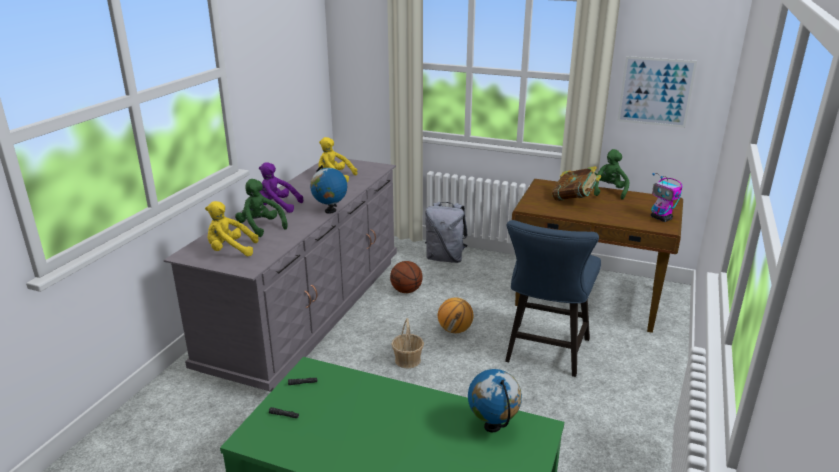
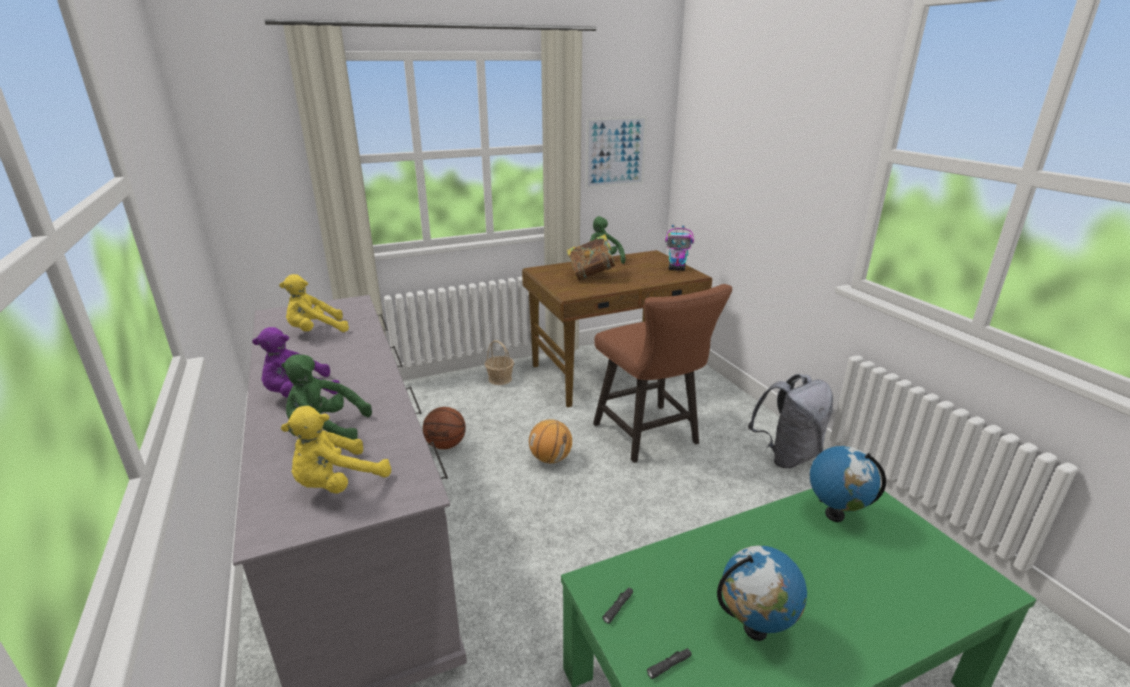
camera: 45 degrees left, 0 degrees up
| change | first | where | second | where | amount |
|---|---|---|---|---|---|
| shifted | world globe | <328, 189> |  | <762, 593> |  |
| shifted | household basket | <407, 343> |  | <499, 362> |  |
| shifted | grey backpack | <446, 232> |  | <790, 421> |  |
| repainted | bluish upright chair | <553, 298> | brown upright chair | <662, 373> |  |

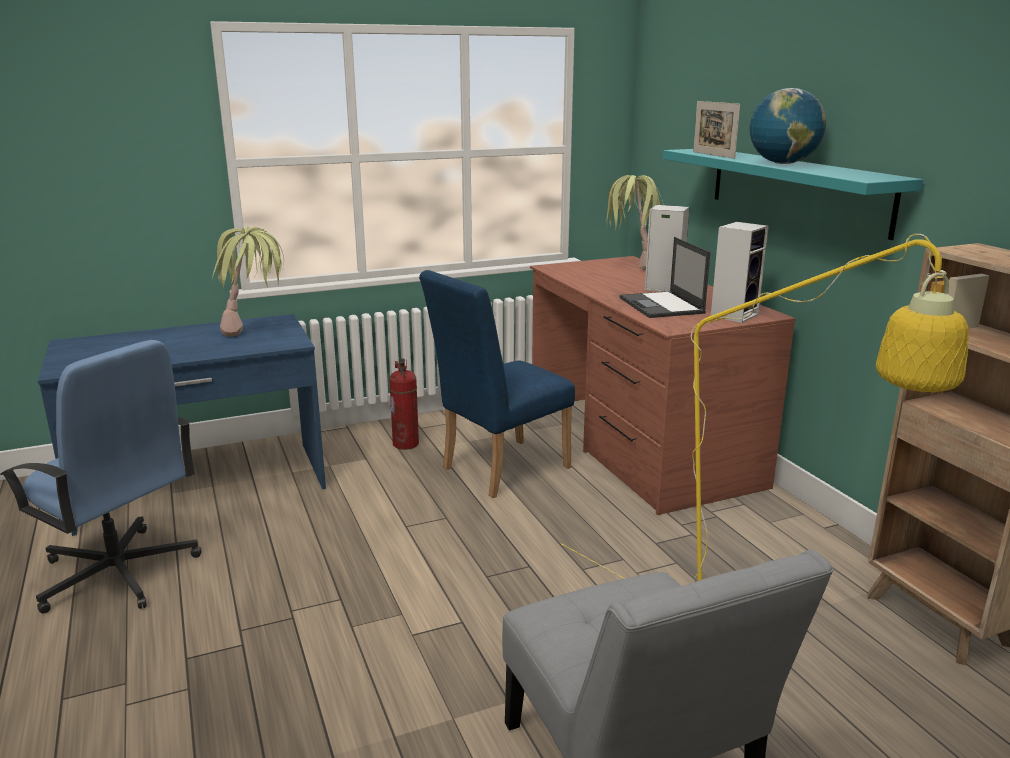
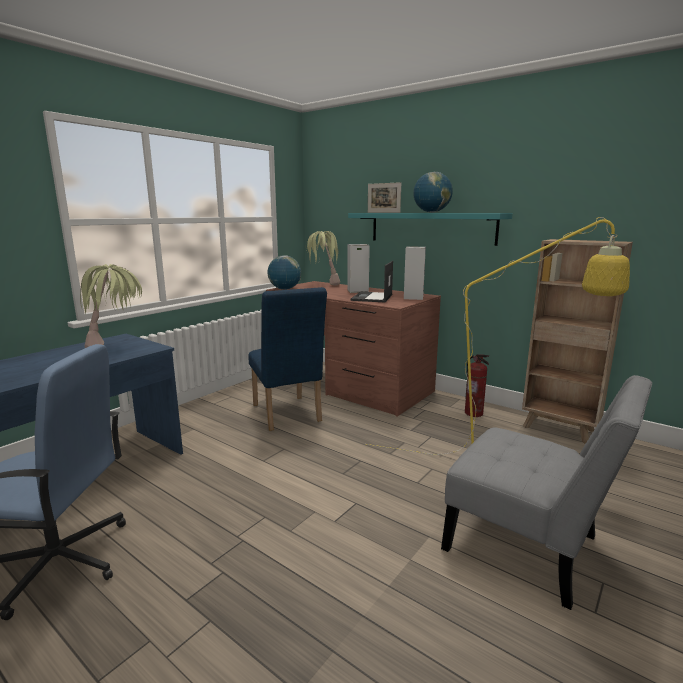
camera: 30 degrees left, 5 degrees down
| change | first | where | second | where | amount |
|---|---|---|---|---|---|
| shifted | fire-fighting cylinder | <404, 404> |  | <477, 385> |  |
| rotated | bluish upright chair | <497, 384> |  | <287, 359> | 45 degrees counterclockwise |
| rotated | notebook computer | <665, 277> |  | <371, 281> | 60 degrees clockwise |
| new |  |  | world globe | <284, 272> |  |

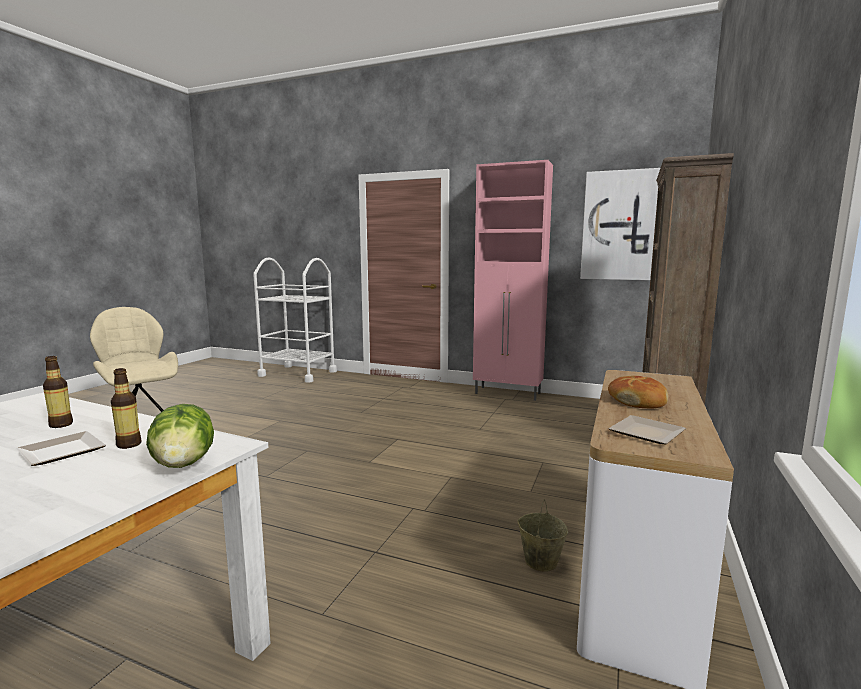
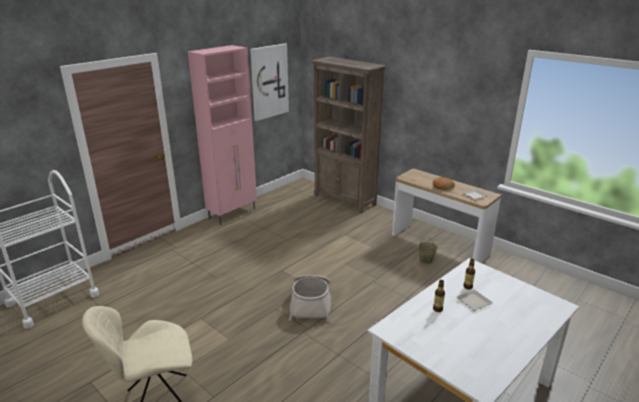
camera: 70 degrees left, 15 degrees up
| change | first | where | second | where | amount |
|---|---|---|---|---|---|
| gone | head of lettuce | <180, 436> |  |  |  |
| new |  |  | household basket | <310, 298> |  |

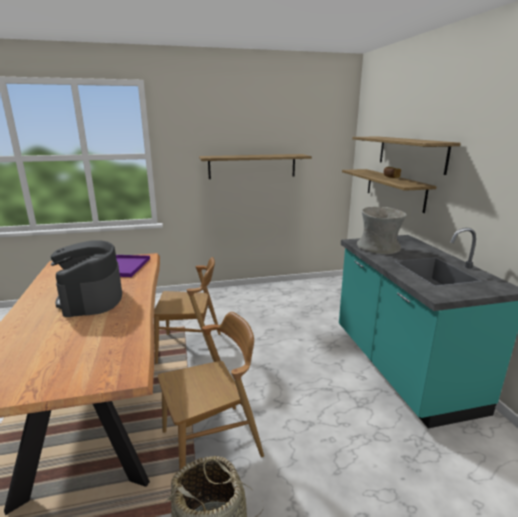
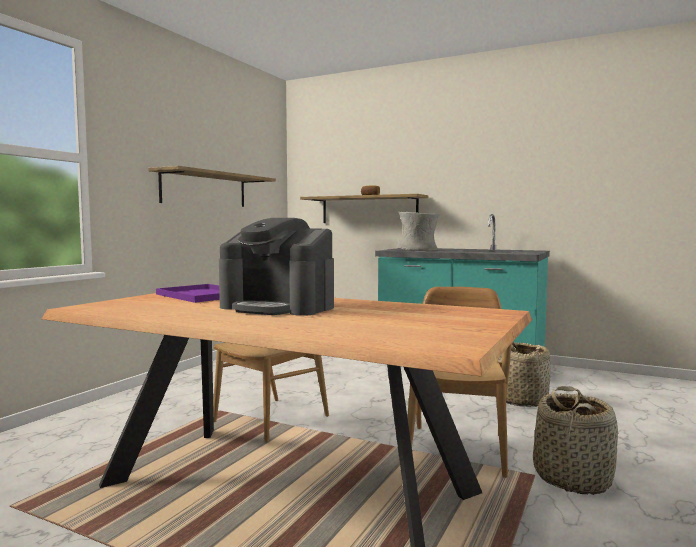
camera: 50 degrees left, 15 degrees down
| change | first | where | second | where | amount |
|---|---|---|---|---|---|
| gone | shelf | <406, 156> |  |  |  |
| new |  |  | household basket | <524, 374> |  |

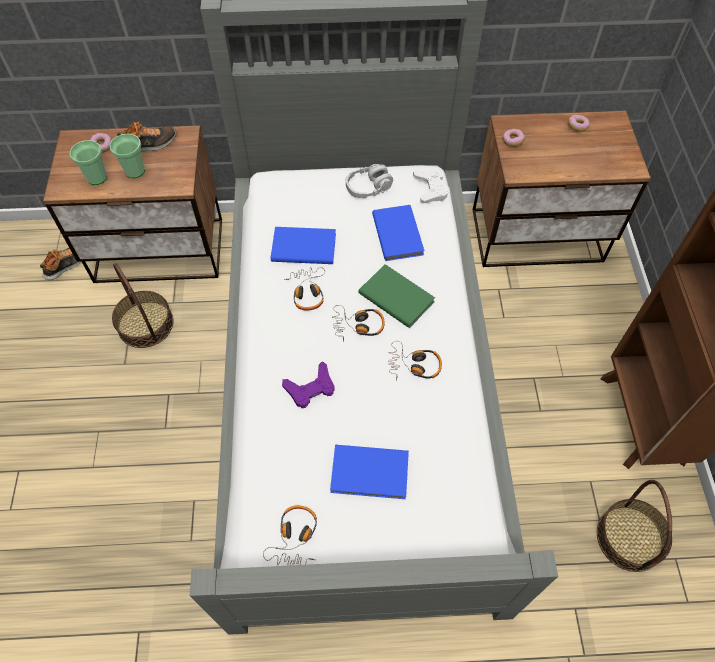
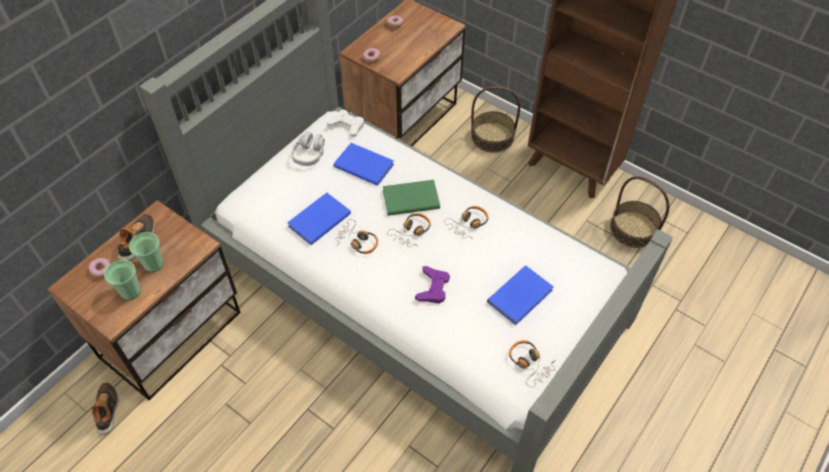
camera: 50 degrees left, 5 degrees down
| change | first | where | second | where | amount |
|---|---|---|---|---|---|
| shifted | household basket | <143, 305> |  | <495, 119> |  |

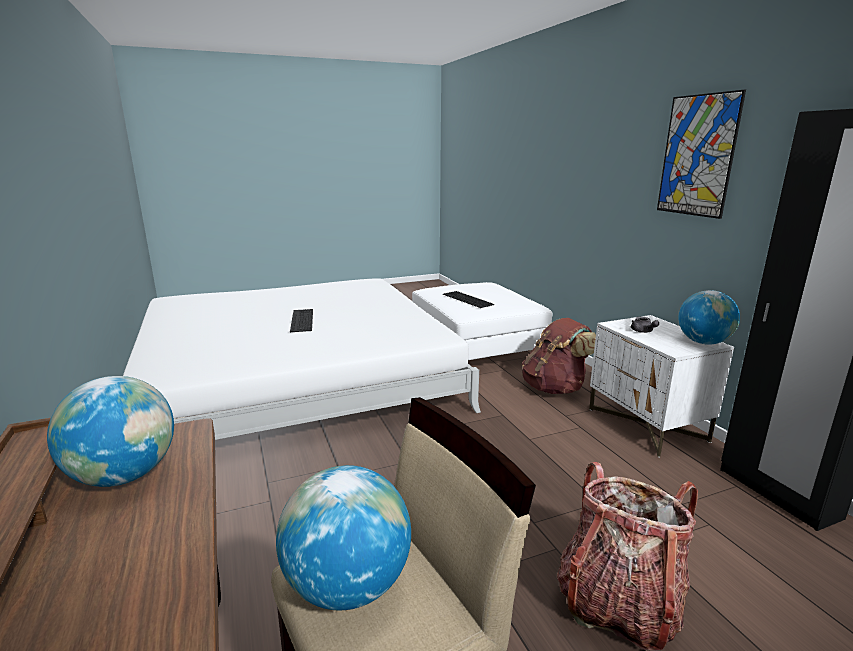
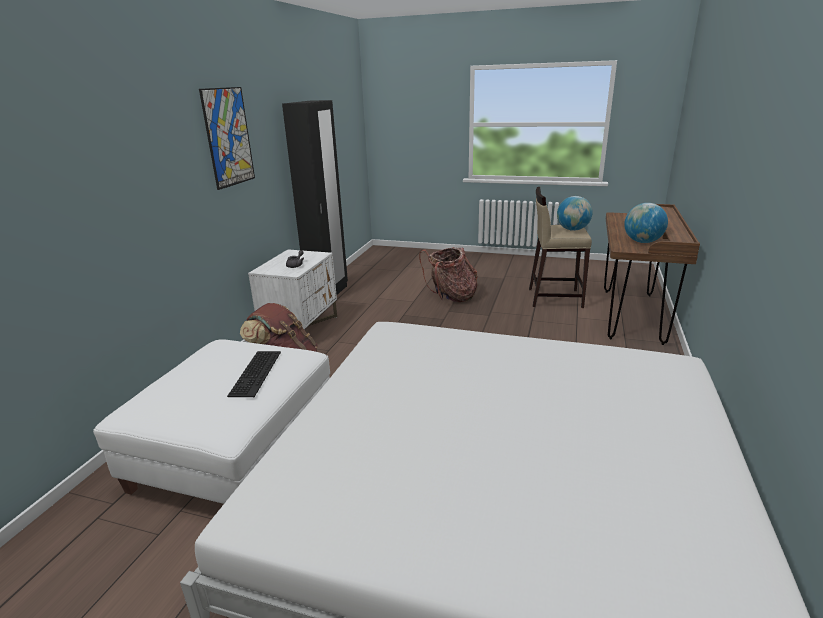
camera: 140 degrees left, 5 degrees up
| change | first | where | second | where | amount |
|---|---|---|---|---|---|
| gone | keyboard | <301, 320> |  |  |  |
| gone | world globe | <709, 317> |  |  |  |

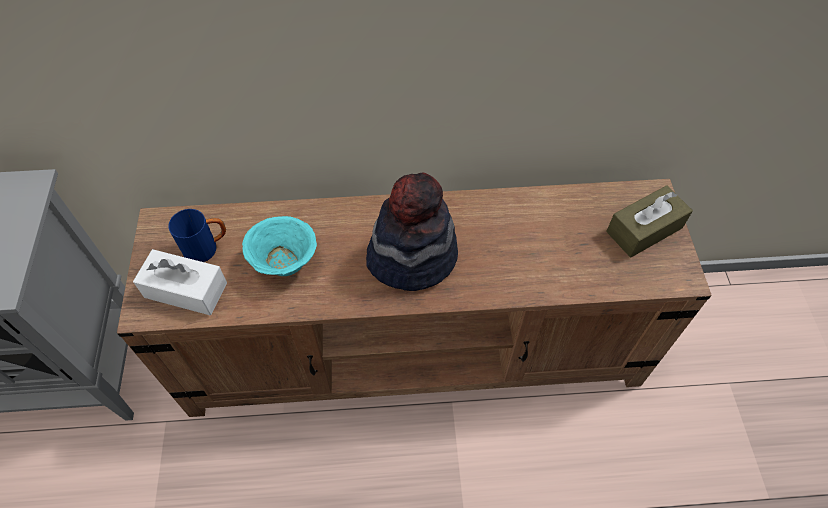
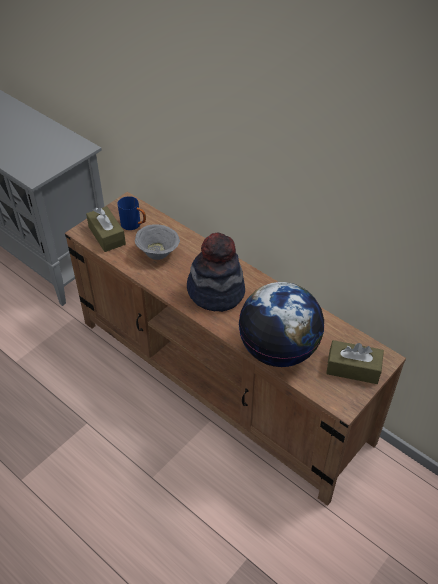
camera: 45 degrees right, 10 degrees down
| change | first | where | second | where | amount |
|---|---|---|---|---|---|
| repainted | whitish tissue box | <180, 282> | brown tissue box | <106, 229> |  |
| repainted | turquoise-coloured bowl | <279, 246> | grey bowl | <157, 242> |  |
| new |  |  | world globe | <281, 324> |  |

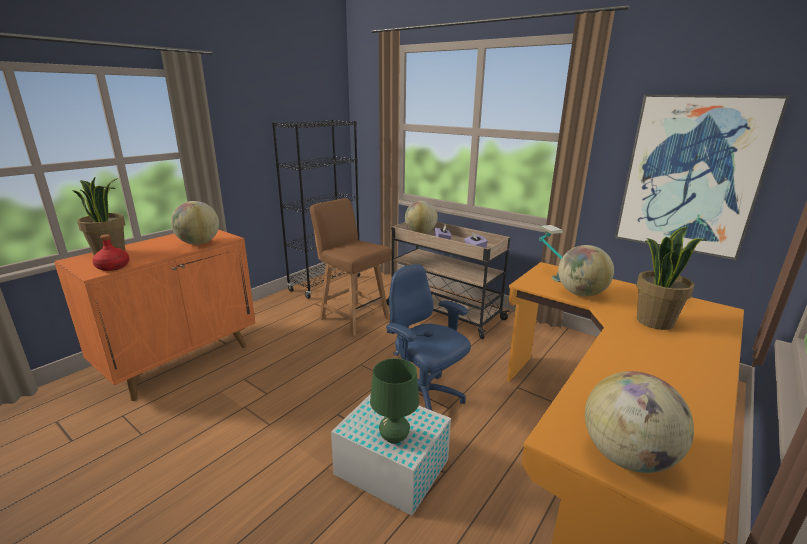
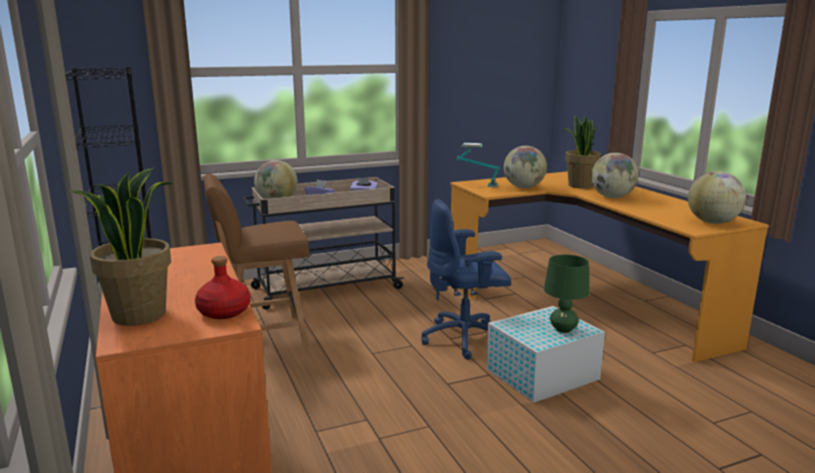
camera: 60 degrees left, 5 degrees down
| change | first | where | second | where | amount |
|---|---|---|---|---|---|
| shifted | world globe | <195, 223> |  | <615, 175> |  |
| gone | wall art | <702, 177> |  |  |  |

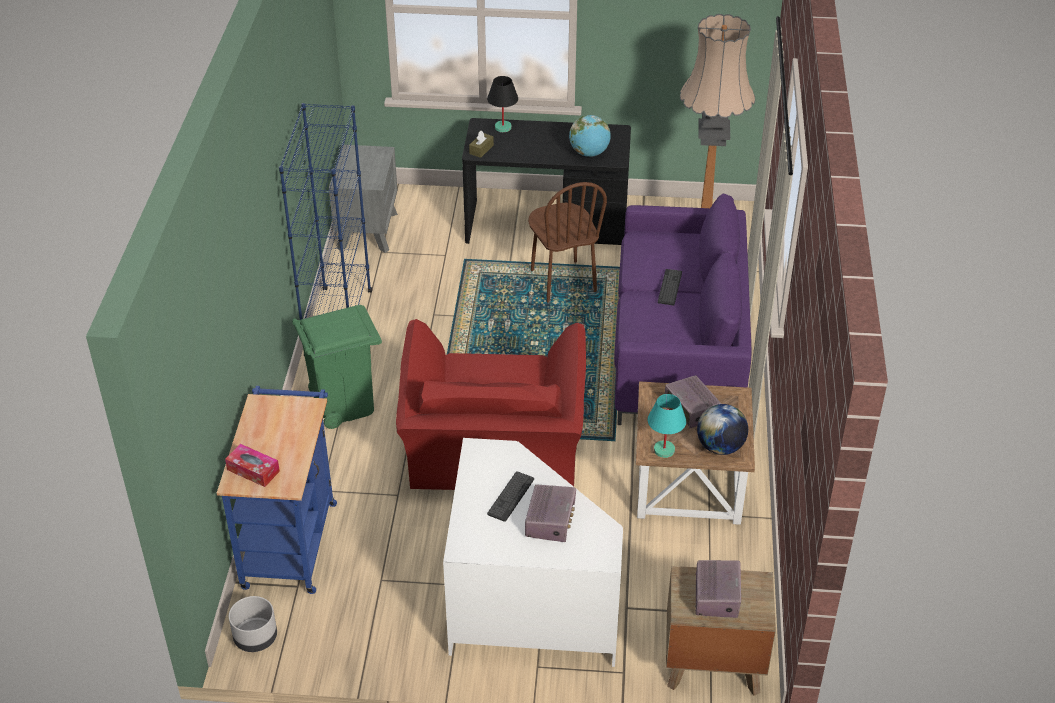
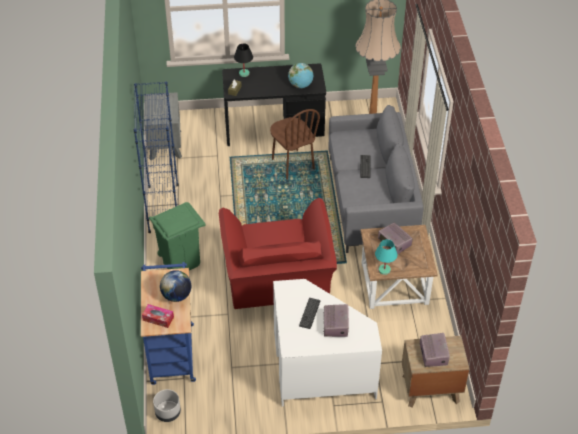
camera: 10 degrees left, 5 degrees up
| change | first | where | second | where | amount |
|---|---|---|---|---|---|
| repainted | purple settee | <682, 309> | grey settee | <376, 179> |  |
| shifted | world globe | <722, 429> |  | <175, 286> |  |

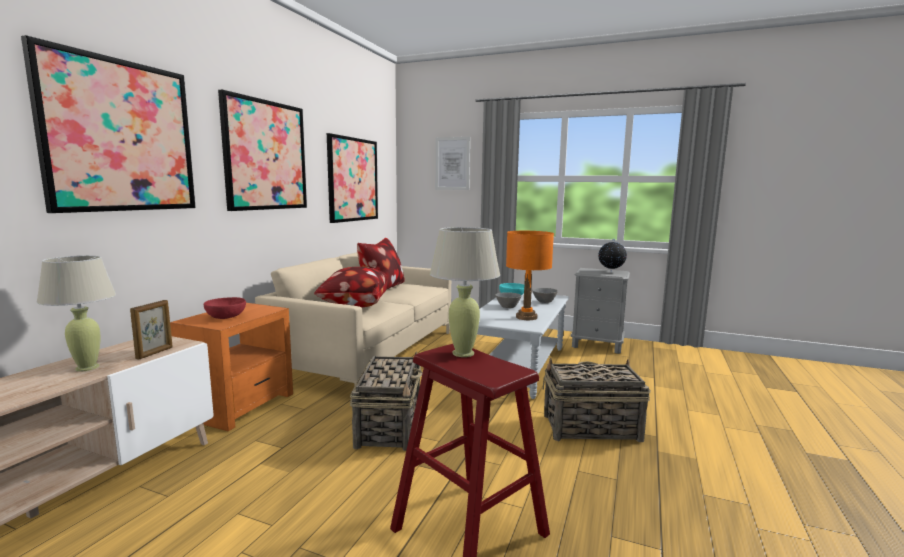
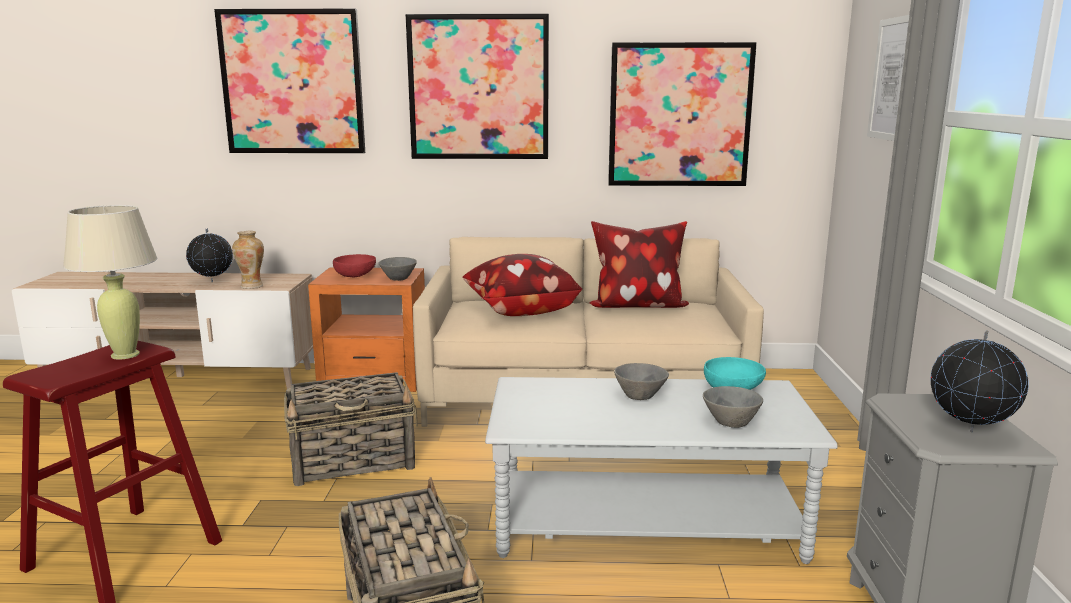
camera: 70 degrees right, 5 degrees up
| change | first | where | second | where | amount |
|---|---|---|---|---|---|
| swapped | beige-coloured lamp for a table | <76, 313> | world globe | <209, 255> |  |
| swapped | picture frame | <151, 329> | decorative vase | <248, 260> |  |
| gone | orangey lamp for a table | <530, 275> |  |  |  |
| new |  |  | grey bowl | <398, 269> |  |

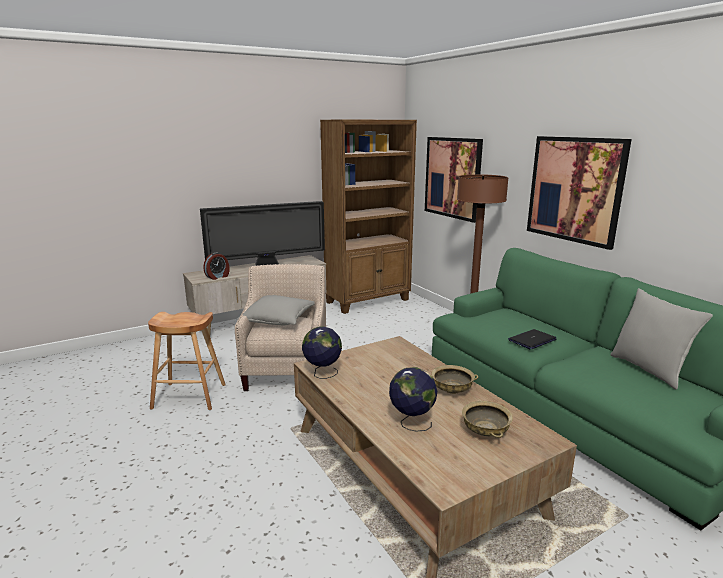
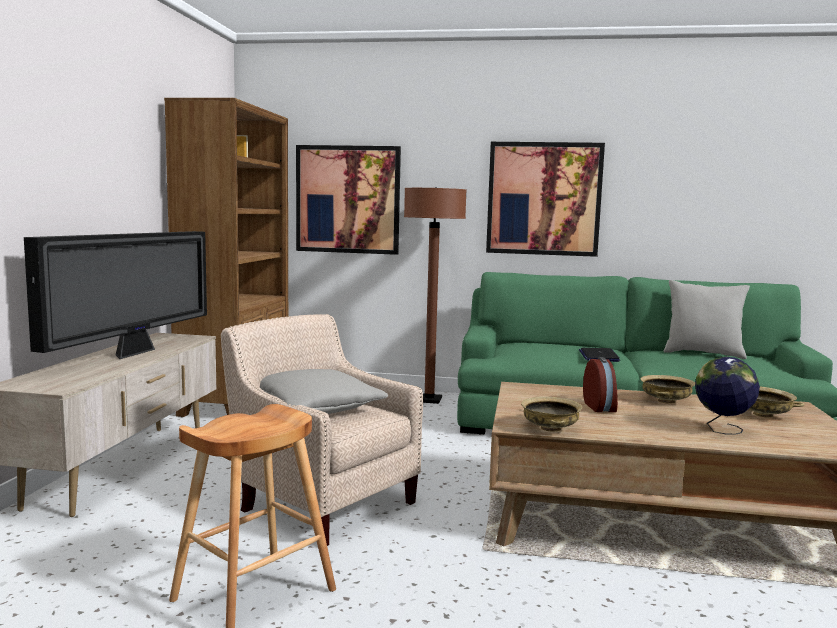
camera: 50 degrees left, 10 degrees down
| change | first | where | second | where | amount |
|---|---|---|---|---|---|
| shifted | alarm clock | <216, 266> |  | <600, 384> |  |
| swapped | world globe | <322, 352> | beige-coloured bowl | <551, 414> |  |

